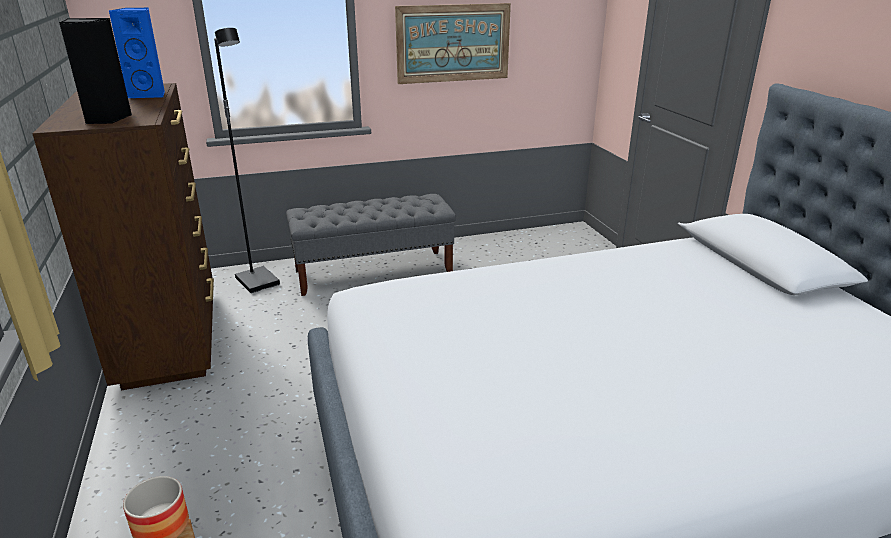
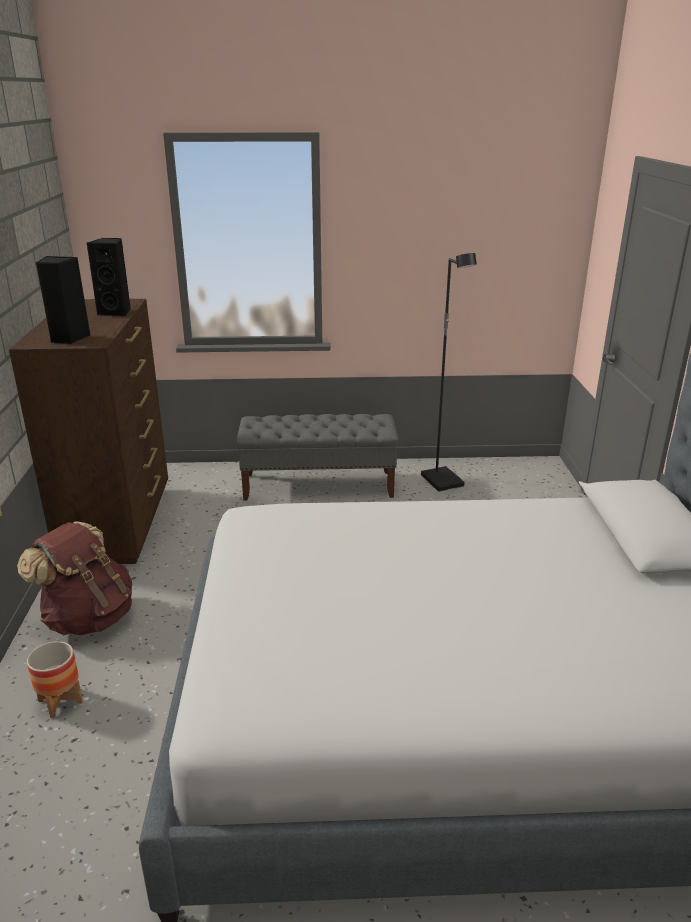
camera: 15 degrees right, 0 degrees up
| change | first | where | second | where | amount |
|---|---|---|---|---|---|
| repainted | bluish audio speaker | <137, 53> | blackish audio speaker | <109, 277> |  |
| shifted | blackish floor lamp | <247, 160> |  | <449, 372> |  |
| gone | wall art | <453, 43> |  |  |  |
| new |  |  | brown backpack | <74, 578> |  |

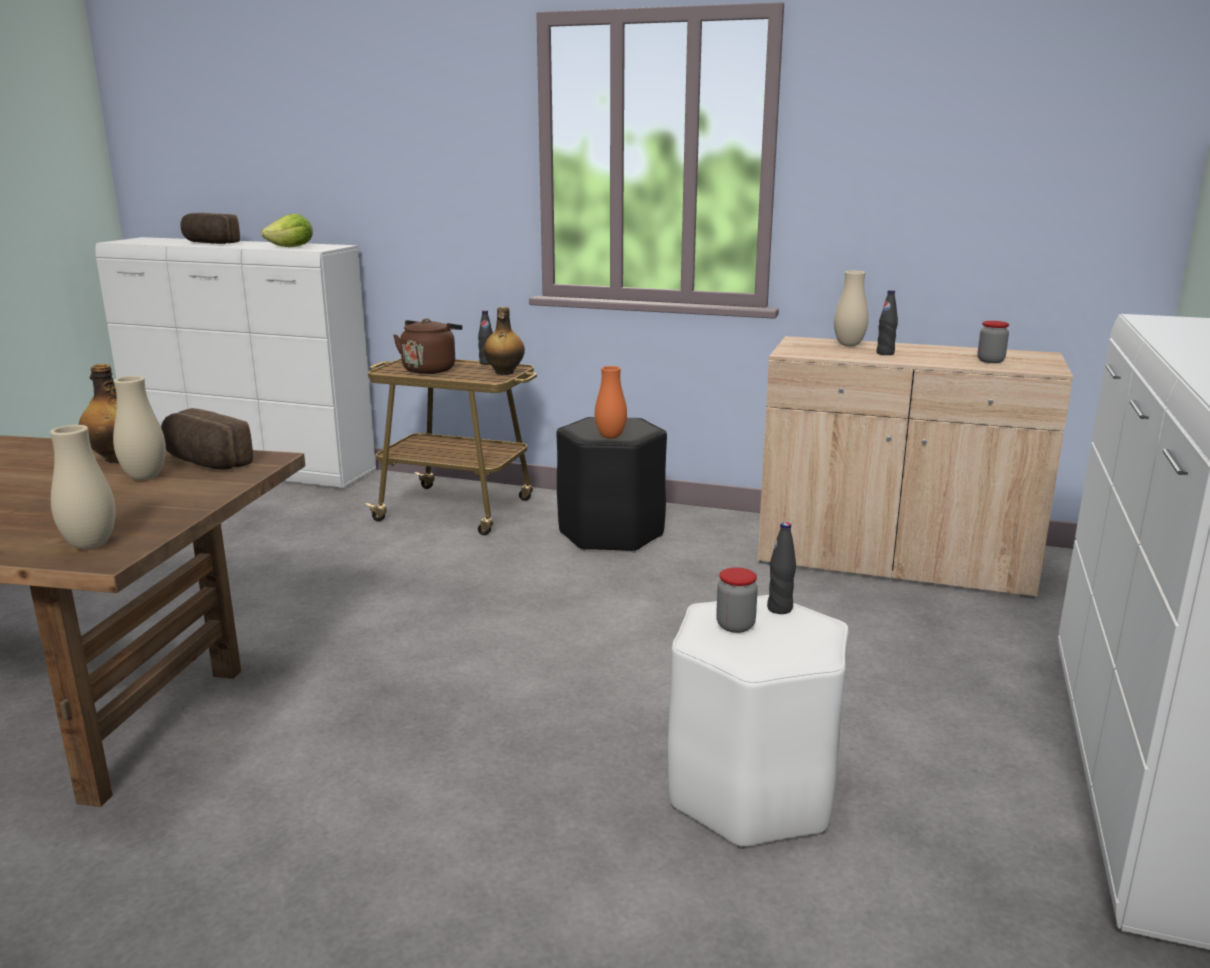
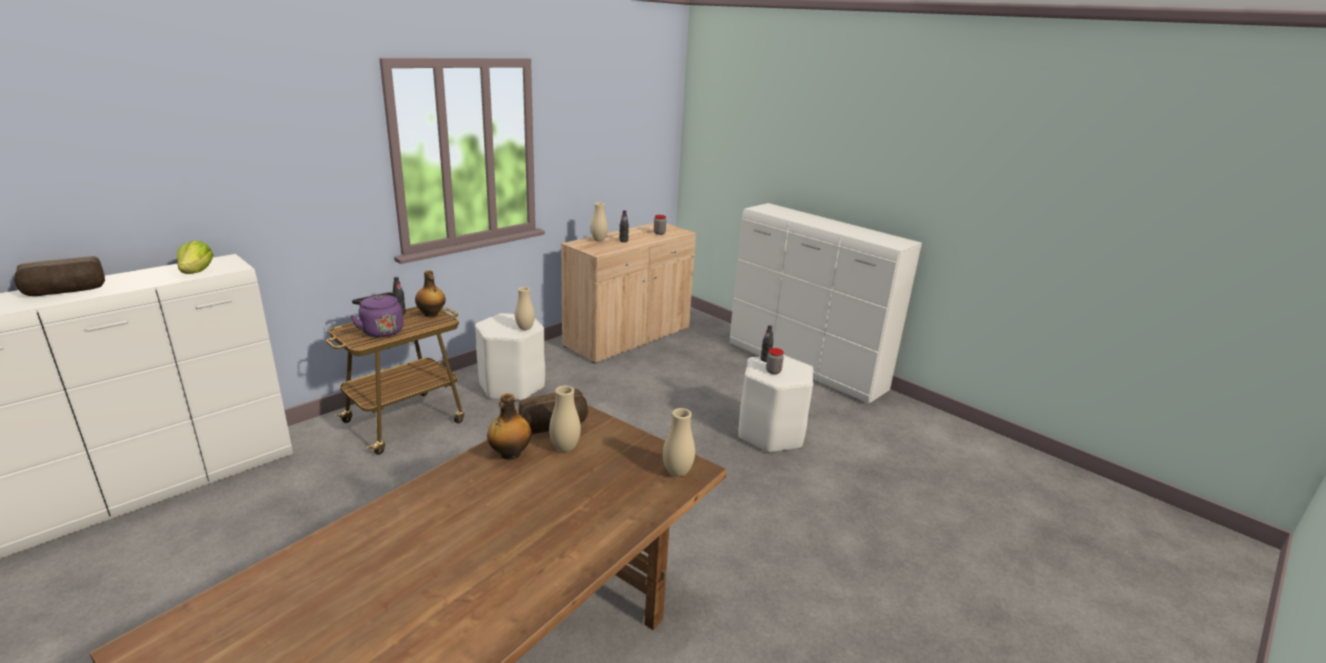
camera: 65 degrees left, 5 degrees up
| change | first | where | second | where | amount |
|---|---|---|---|---|---|
| repainted | brown kettle | <427, 346> | purple kettle | <376, 315> |  |
| repainted | blackish sitting stool | <611, 485> | whitish sitting stool | <510, 356> |  |
| repainted | orangey decorative vase | <611, 402> | beige-coloured decorative vase | <525, 308> |  |

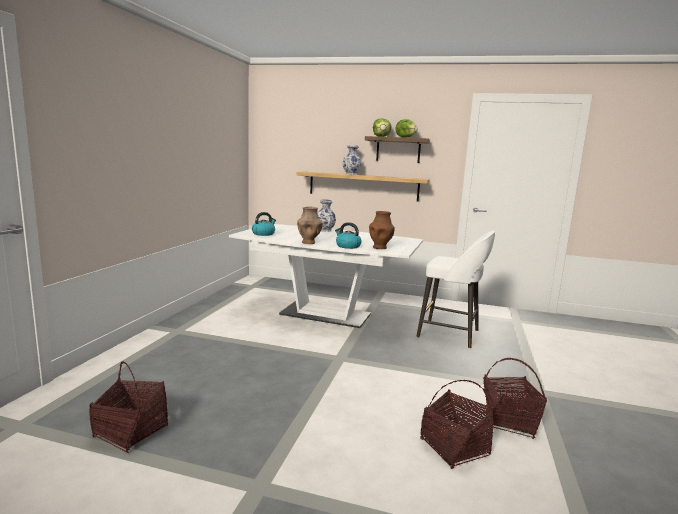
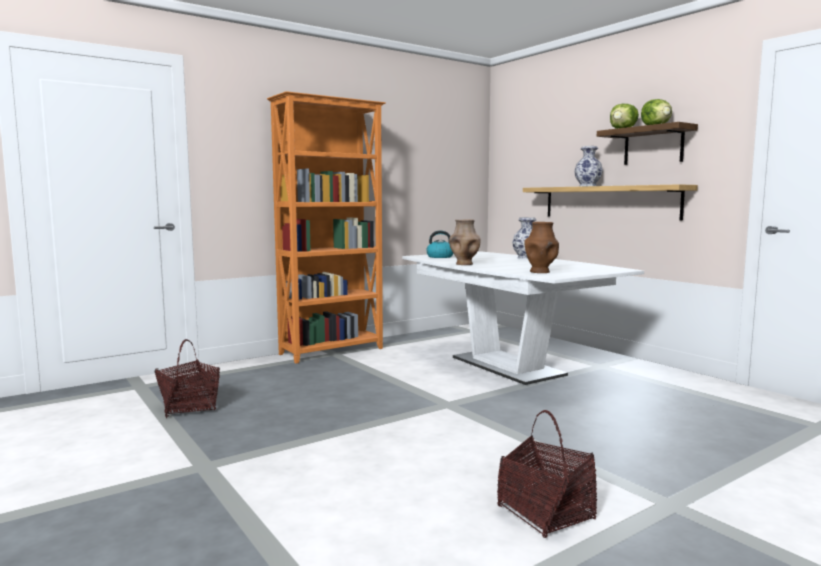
camera: 40 degrees right, 5 degrees down
| change | first | where | second | where | amount |
|---|---|---|---|---|---|
| gone | kettle | <348, 235> |  |  |  |
| gone | whitish sitting stool | <455, 289> |  |  |  |
| gone | household basket | <456, 424> |  |  |  |
| new |  |  | orangey bookshelf | <326, 227> |  |

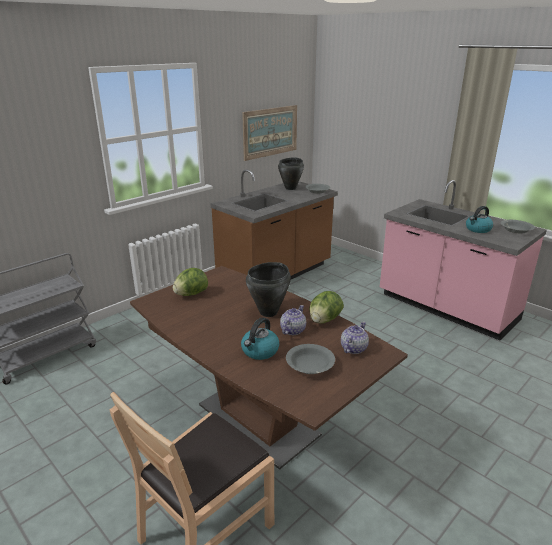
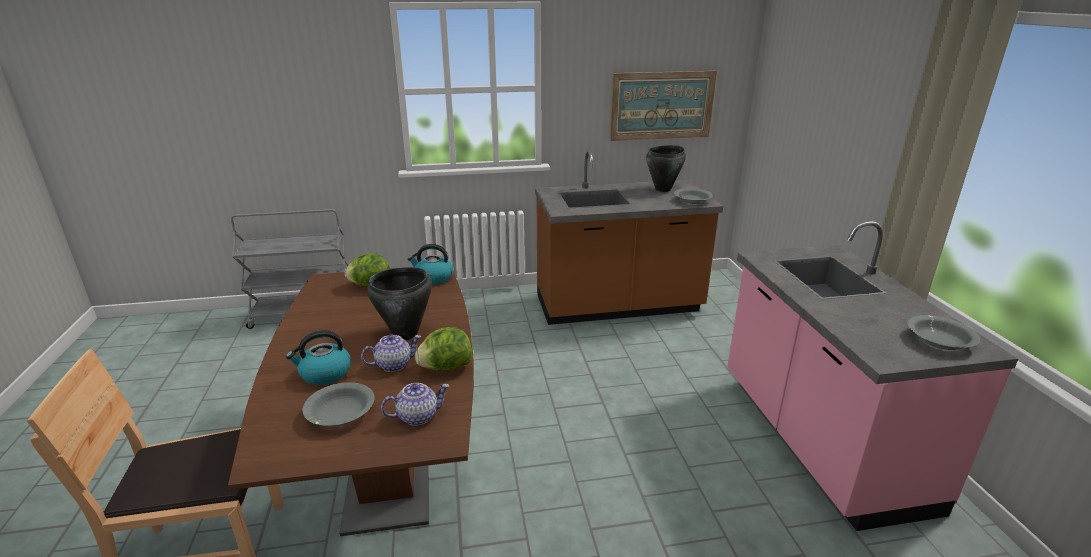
camera: 35 degrees right, 0 degrees up
| change | first | where | second | where | amount |
|---|---|---|---|---|---|
| shifted | kettle | <479, 219> |  | <430, 264> |  |

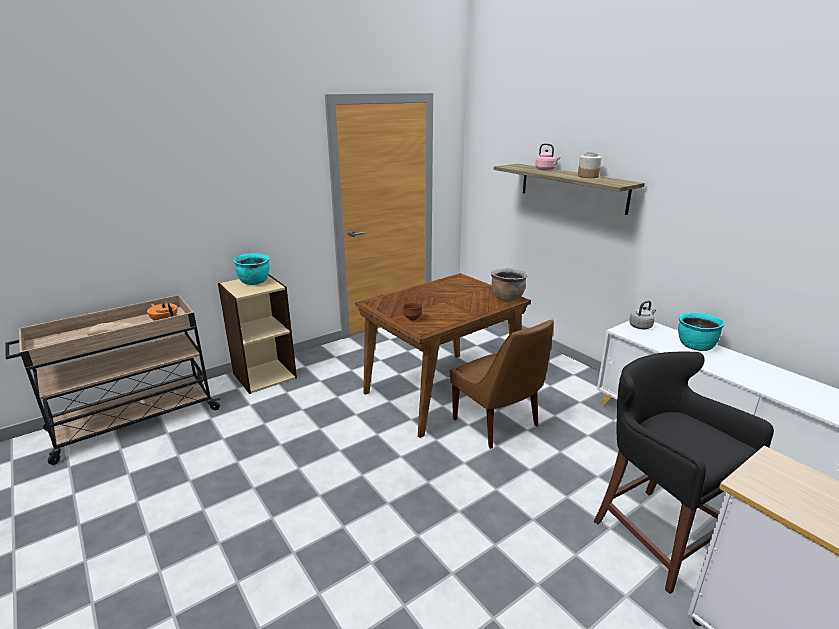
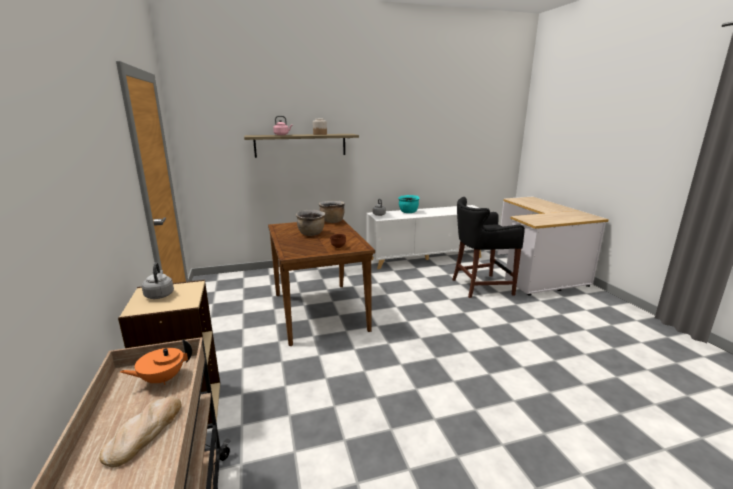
camera: 70 degrees left, 5 degrees down
| change | first | where | second | where | amount |
|---|---|---|---|---|---|
| swapped | turquoise-coloured stockpot | <251, 269> | grey kettle | <158, 280> |  |
| gone | brown upright chair | <502, 384> |  |  |  |
| new |  |  | brown stockpot | <310, 223> |  |

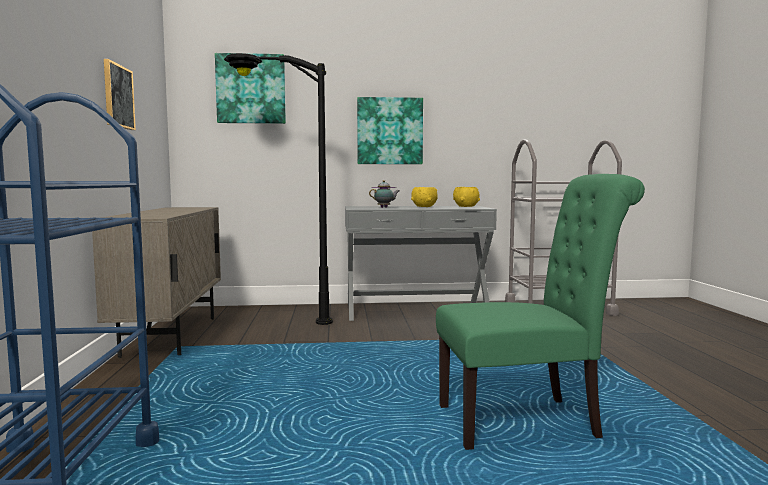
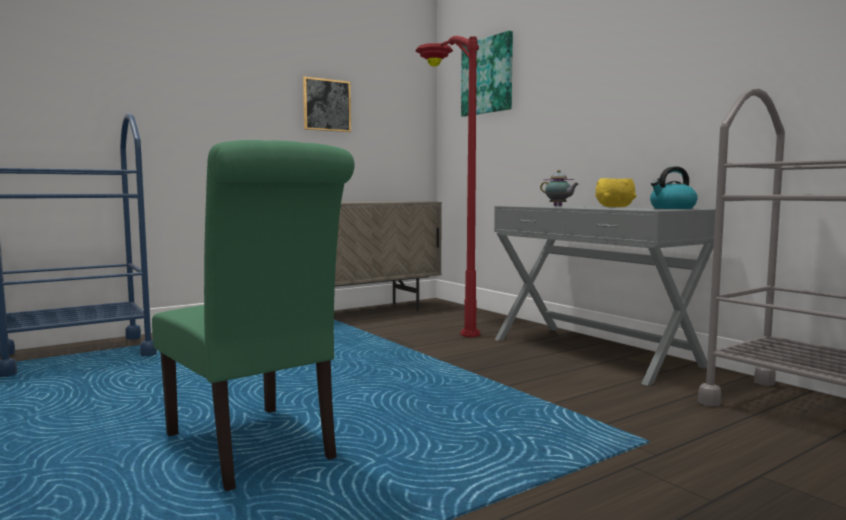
camera: 60 degrees right, 0 degrees up
| change | first | where | second | where | amount |
|---|---|---|---|---|---|
| repainted | blackish floor lamp | <278, 189> | red floor lamp | <447, 186> |  |
| gone | wall art | <390, 130> |  |  |  |
| swapped | yellow-coloured bowl | <466, 197> | kettle | <674, 187> |  |

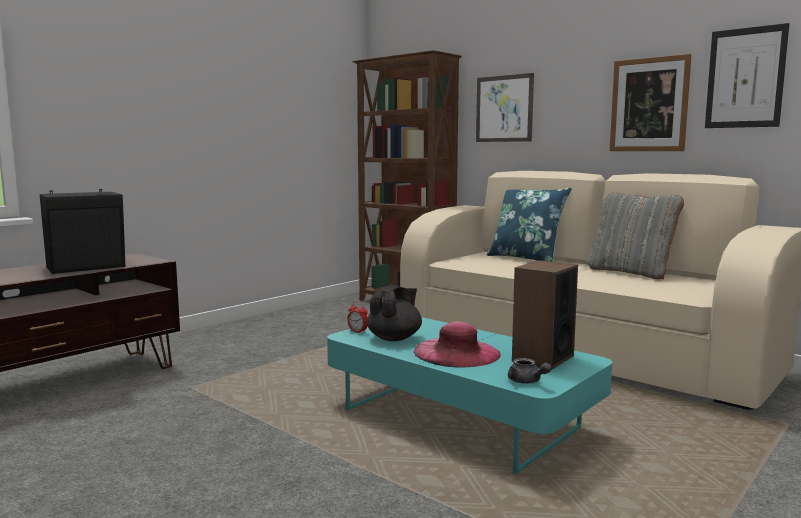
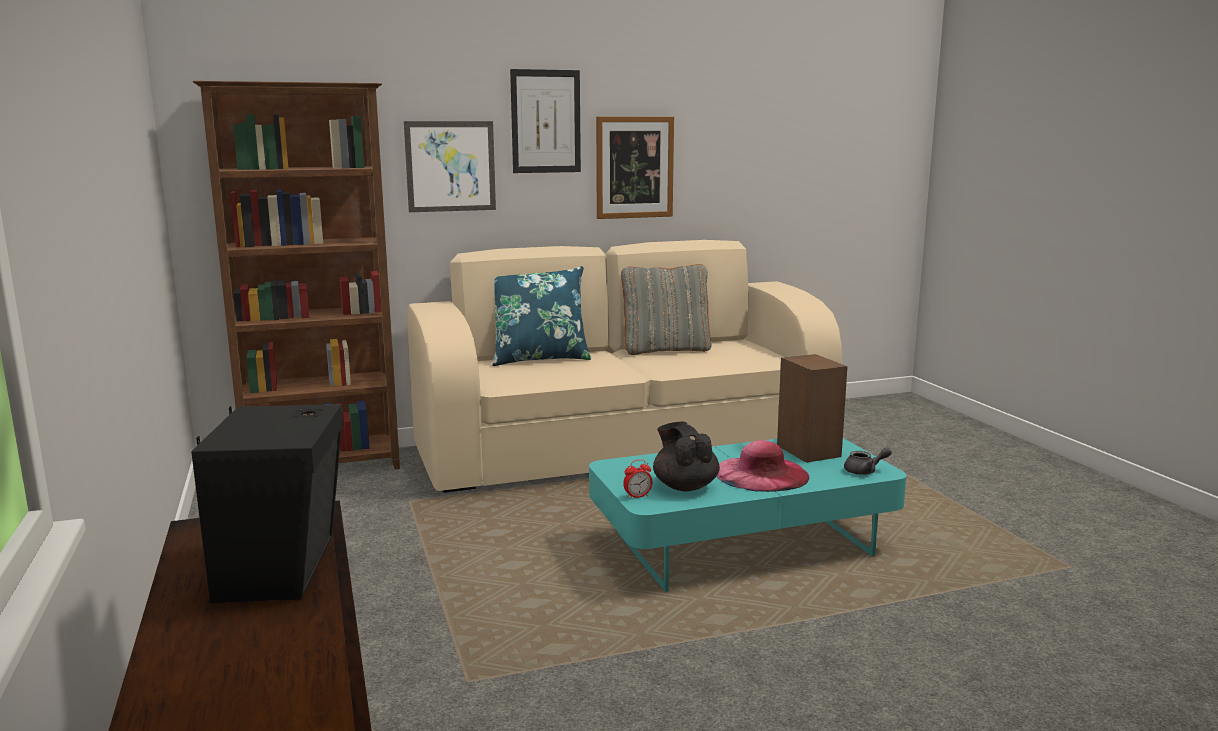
camera: 60 degrees left, 5 degrees up
| change | first | where | second | where | amount |
|---|---|---|---|---|---|
| shifted | wall art | <747, 75> |  | <545, 121> |  |

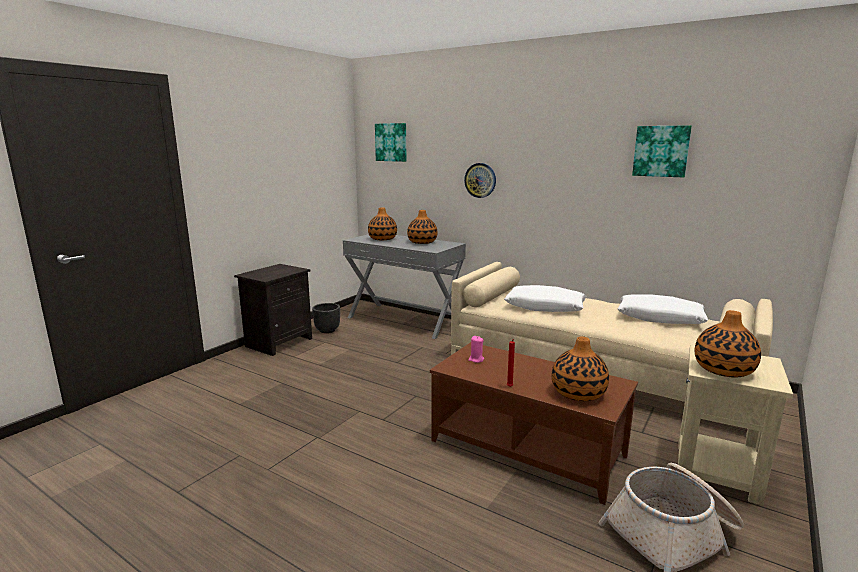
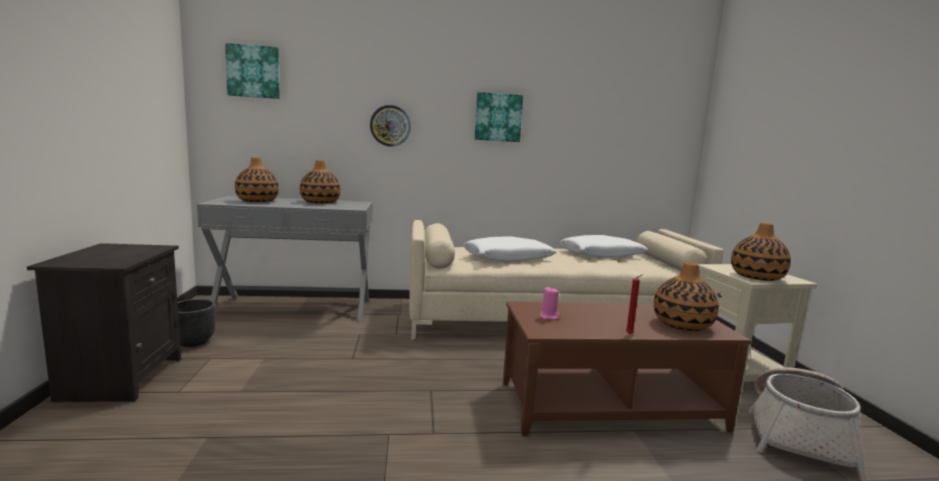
camera: 40 degrees left, 5 degrees down
| change | first | where | second | where | amount |
|---|---|---|---|---|---|
| shifted | wall art | <662, 151> |  | <499, 117> |  |

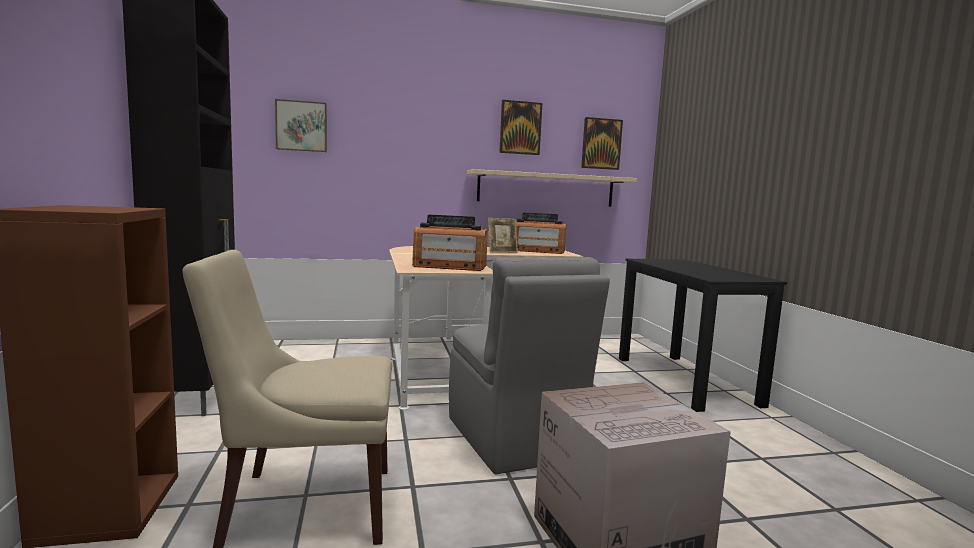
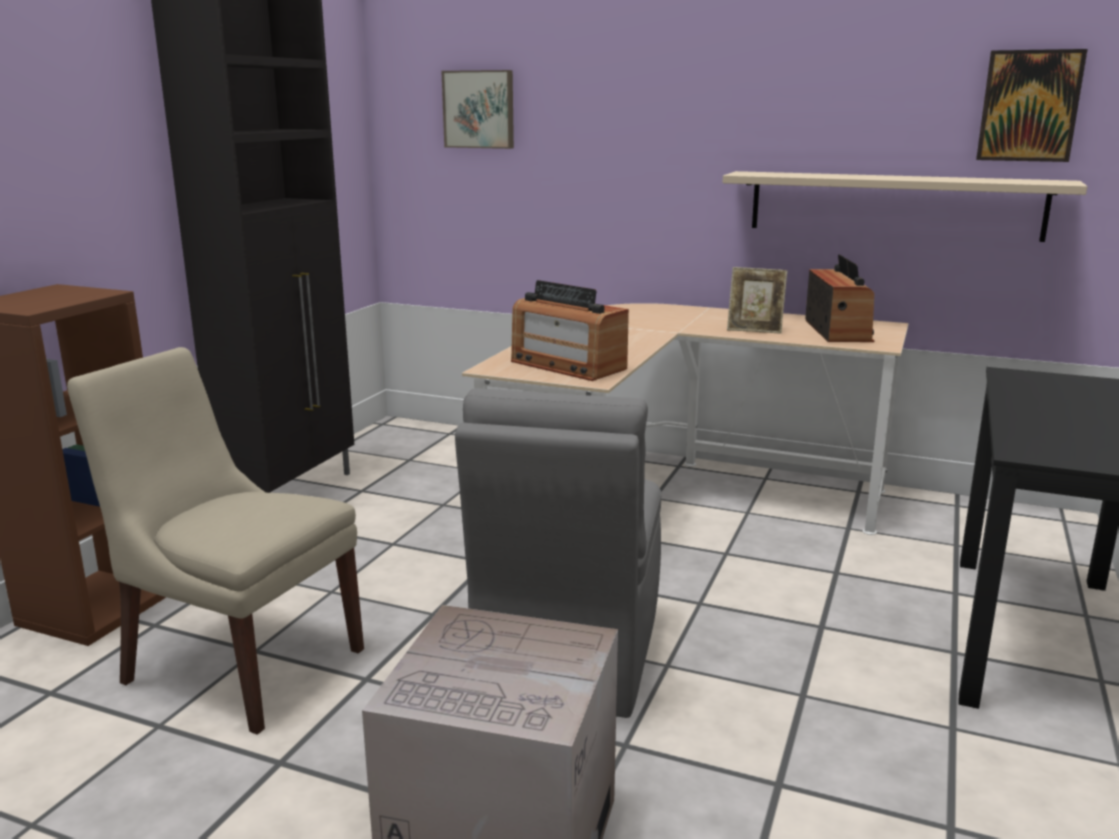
camera: 35 degrees right, 10 degrees up
| change | first | where | second | where | amount |
|---|---|---|---|---|---|
| gone | wall art | <521, 127> |  |  |  |
| rotated | radio set | <541, 233> |  | <839, 298> | 135 degrees counterclockwise |

